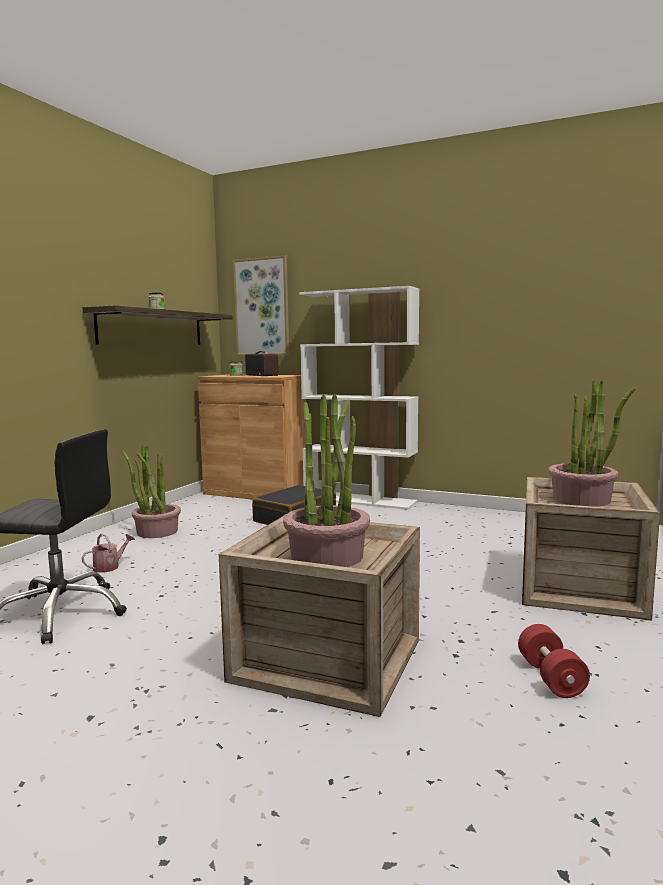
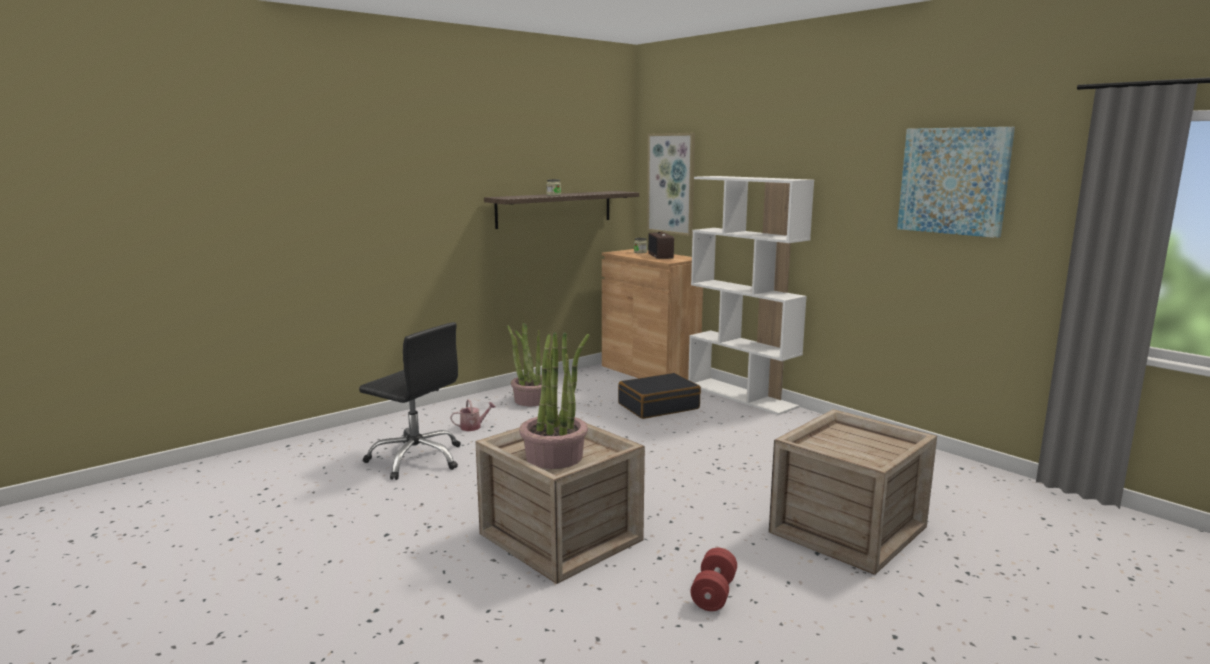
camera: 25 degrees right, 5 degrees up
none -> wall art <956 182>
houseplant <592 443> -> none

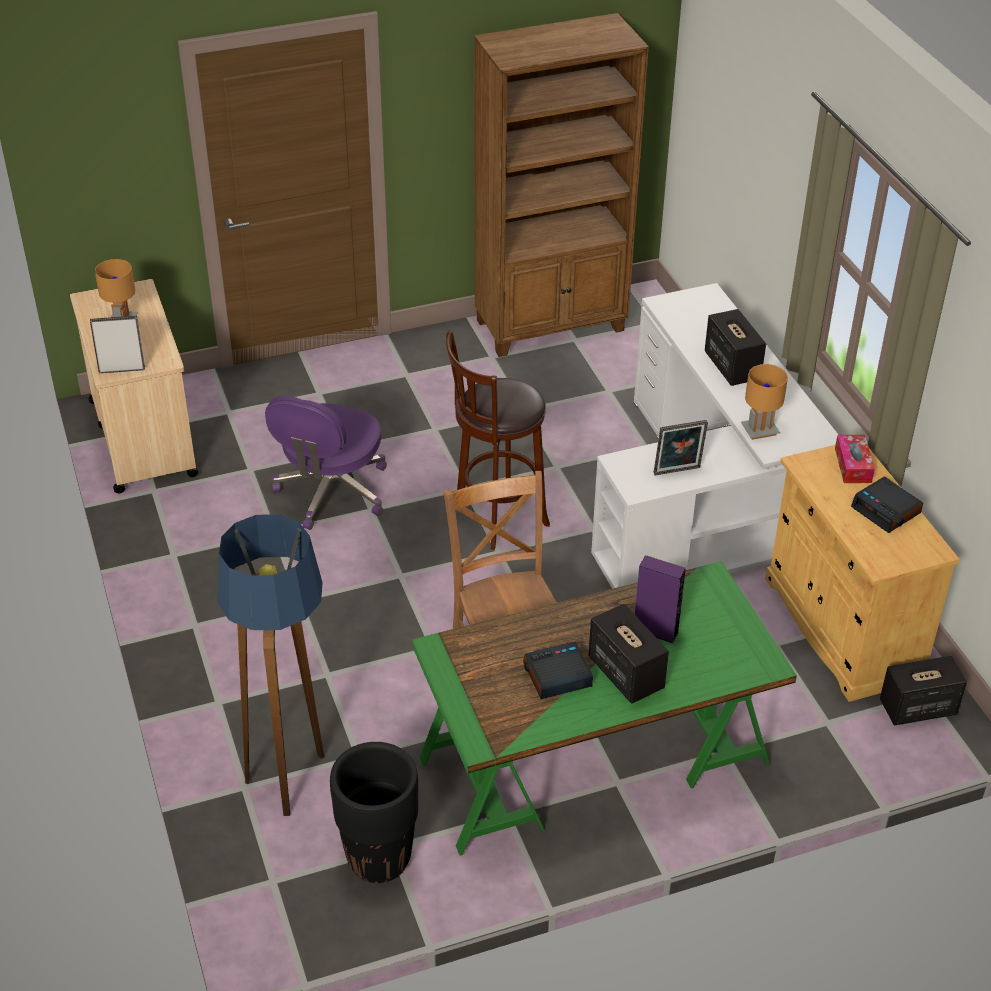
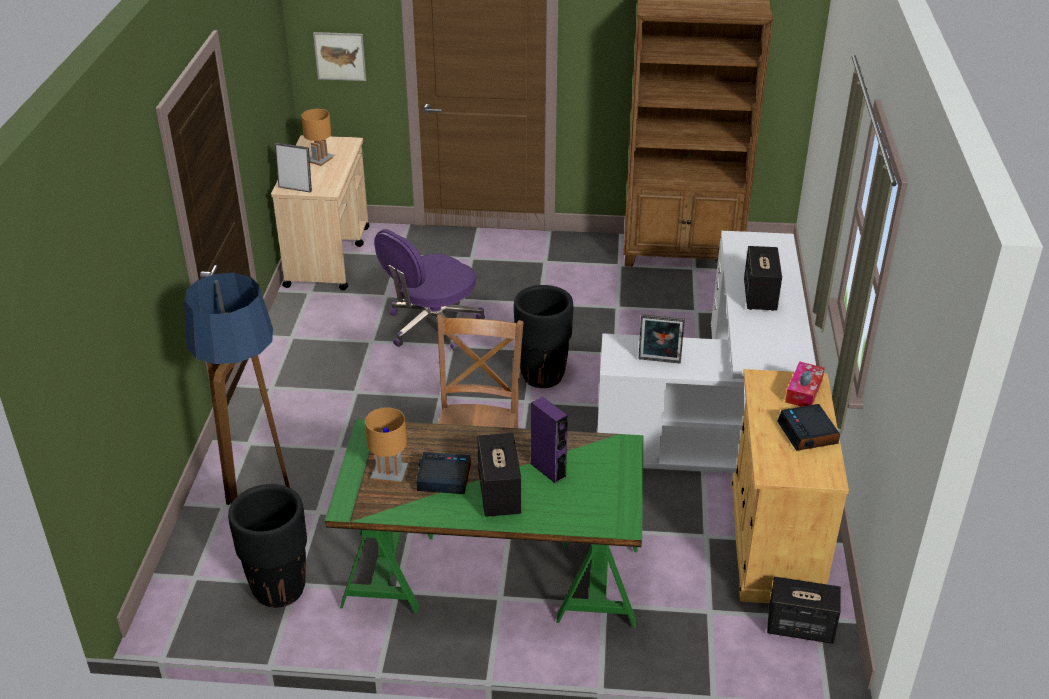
camera: 25 degrees right, 5 degrees down
none -> wall art <339 56>
table lamp in brown <764 402> -> table lamp in brown <386 445>, moved
stool in brown <498 440> -> plant pot in blackish <543 336>

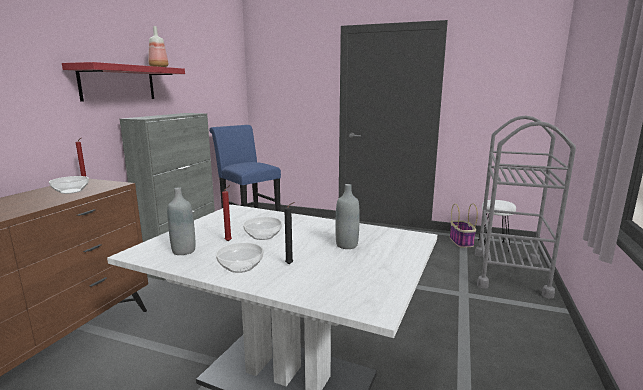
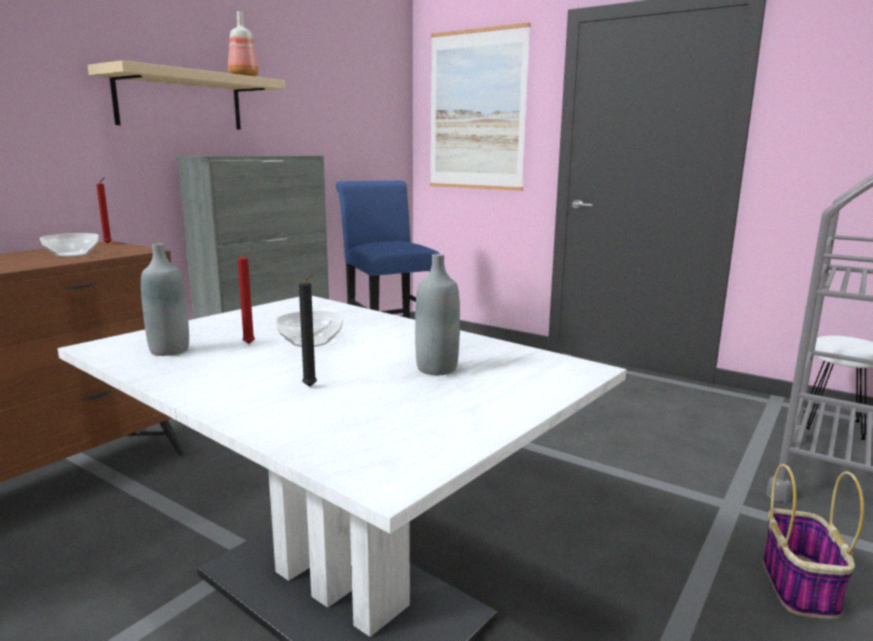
camera: 15 degrees right, 0 degrees up
shelf in red <123 82> -> shelf in beige-coloured <186 95>
none -> wall art <480 107>
basket <464 226> -> basket <813 541>, moved
serving bowl <240 258> -> none

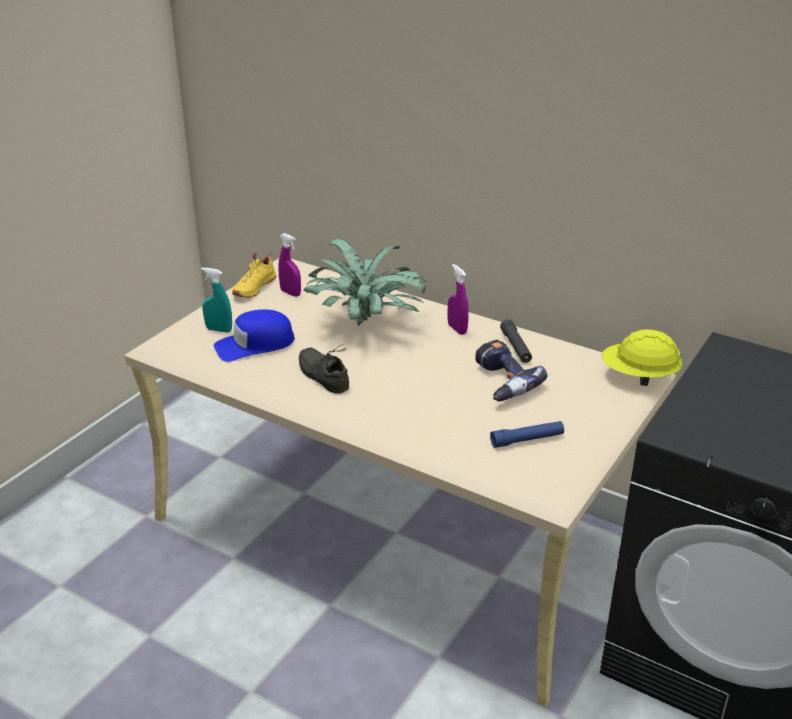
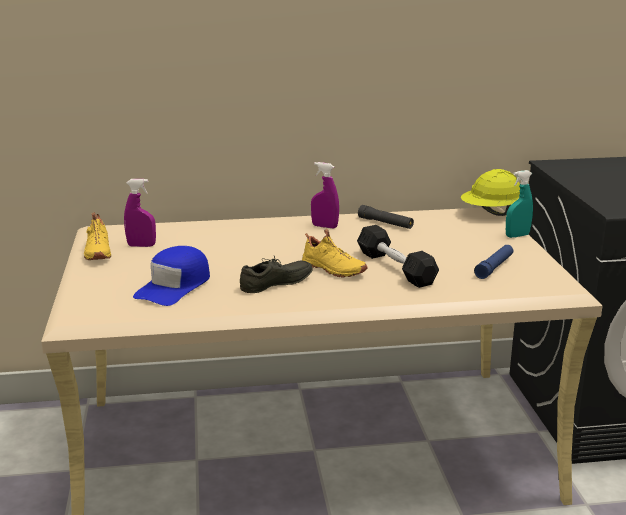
camera: 40 degrees left, 10 degrees down
item of footwear in grey <324 369> -> item of footwear in grey <276 274>, 135 degrees clockwise
none -> item of footwear in yellow-coloured <335 253>
none -> dumbbell in blackish <398 256>
hand sprayer in turquoise-coloured <216 300> -> hand sprayer in turquoise-coloured <519 204>, moved
houseplant <365 282> -> none
drill <511 370> -> none

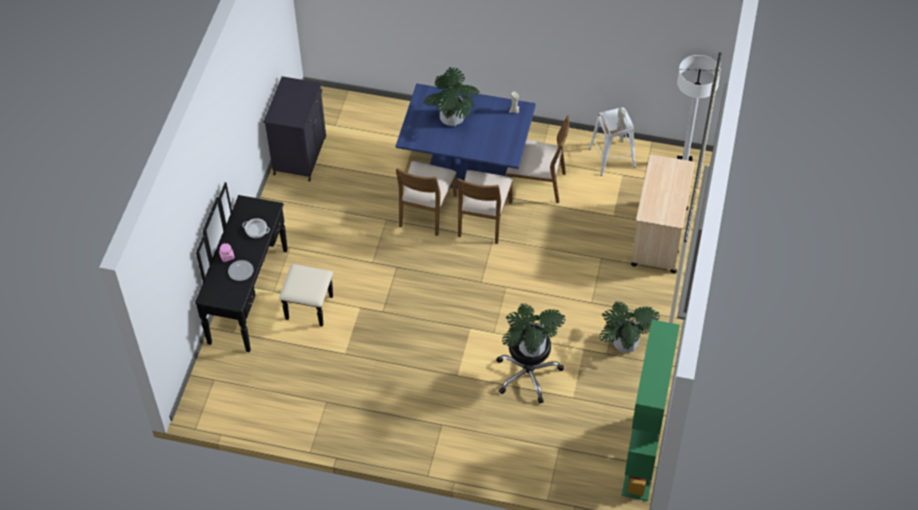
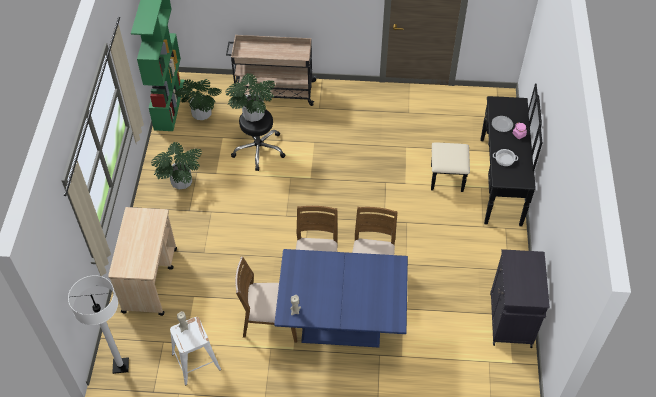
camera: 170 degrees right, 0 degrees up
houseplant <451 96> -> houseplant <198 99>, moved
none -> cart in beige-coloured <271 70>

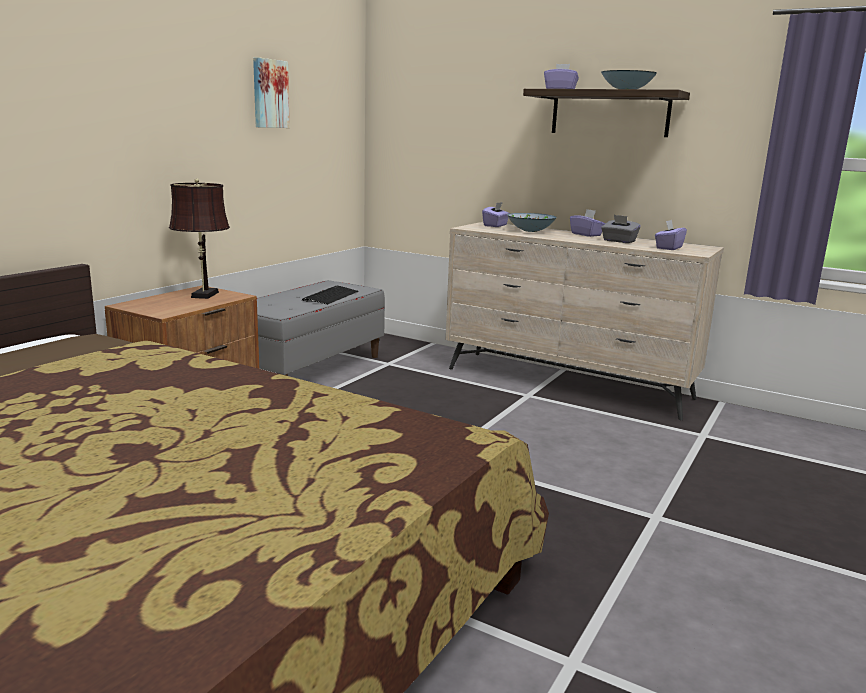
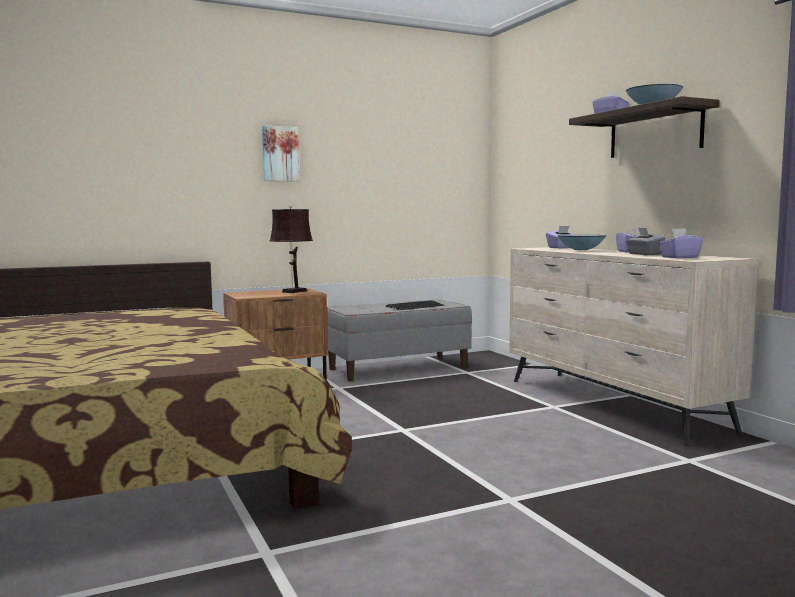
camera: 35 degrees right, 10 degrees down
wall art <271 92> -> wall art <280 153>, moved

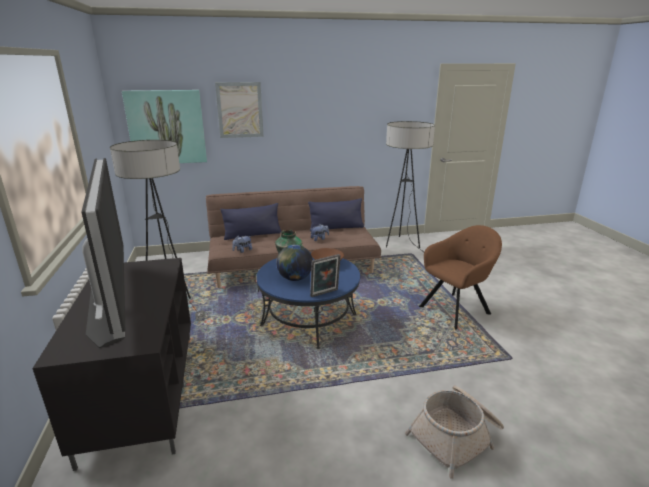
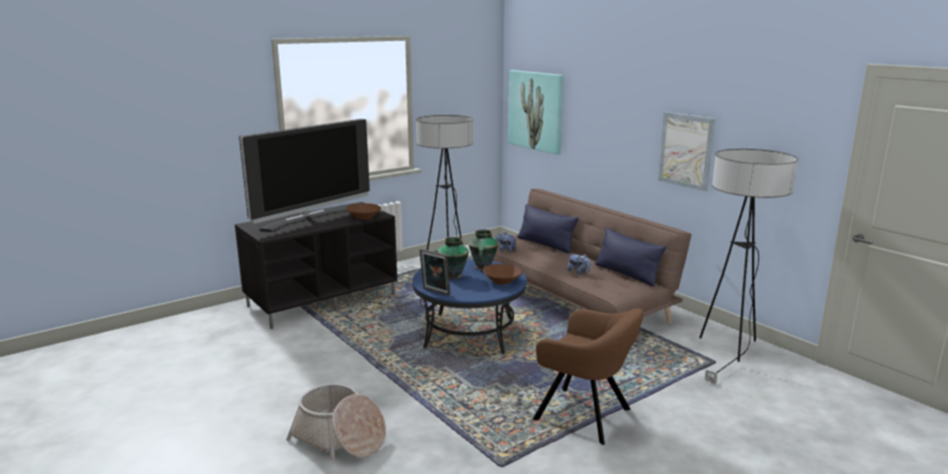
camera: 65 degrees right, 5 degrees down
none -> serving bowl in brown <363 211>
desk globe <294 263> -> vase <451 258>
wall art <239 110> -> wall art <686 152>, moved

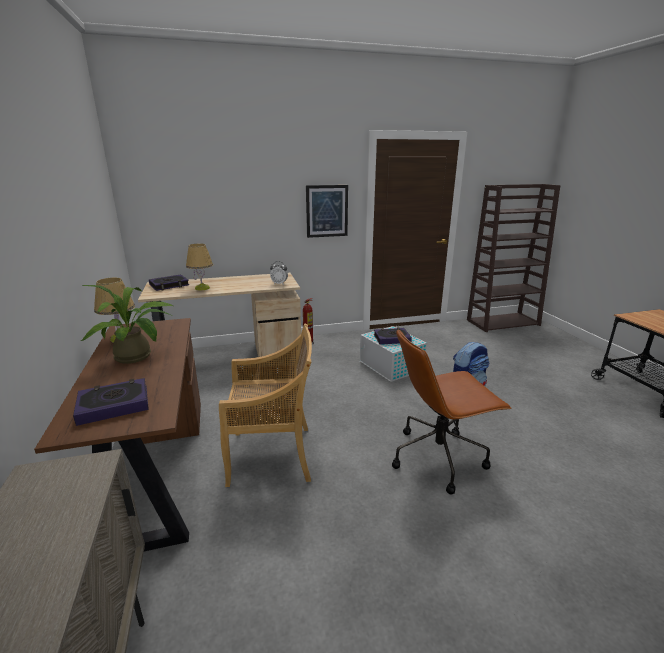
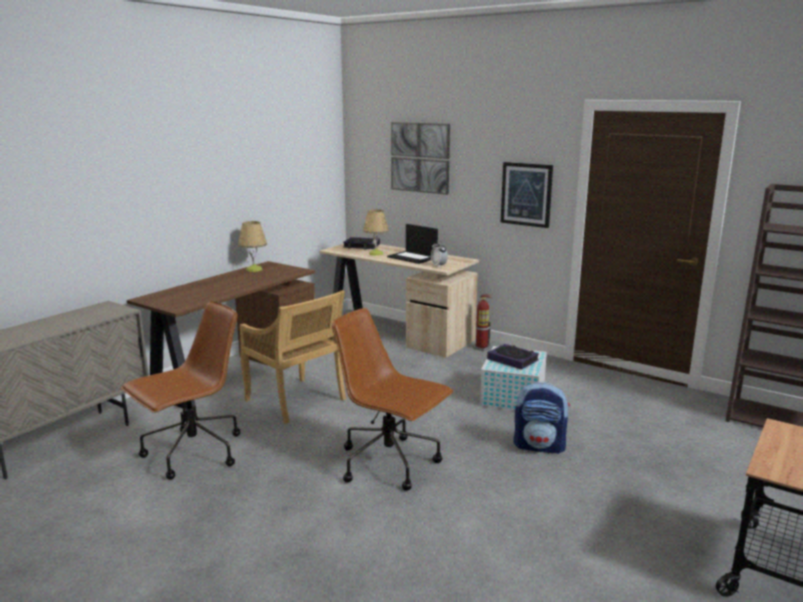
camera: 50 degrees right, 5 degrees down
none -> computer chair in brown <180 390>
none -> portable computer <412 244>
none -> wall art <420 158>
bound book <111 402> -> none
houseplant <127 324> -> none

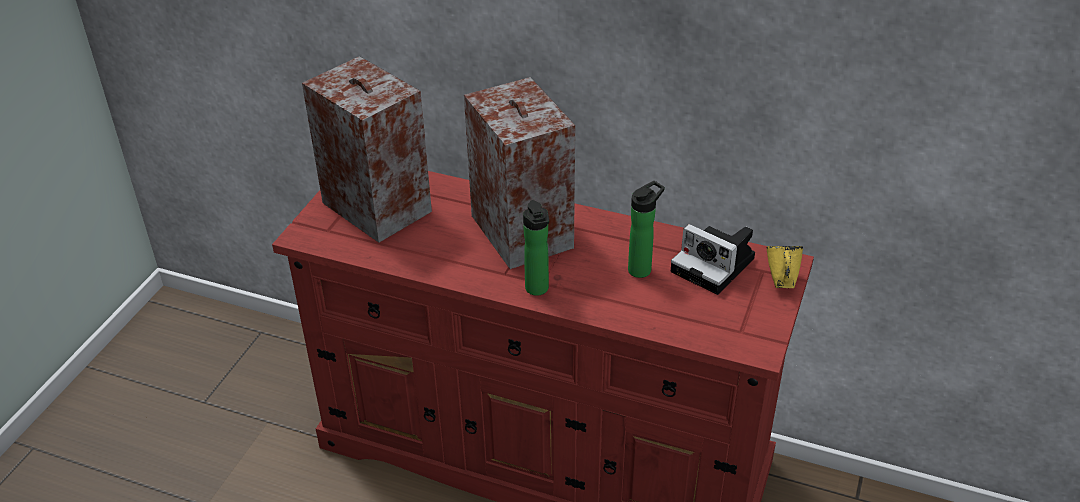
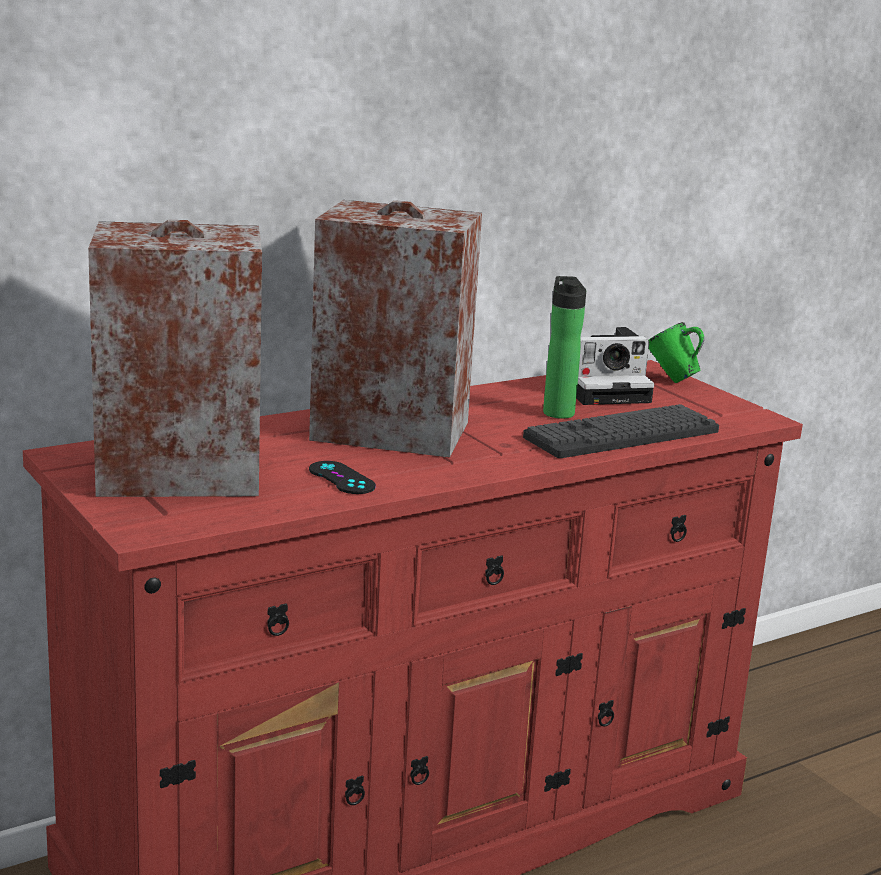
camera: 55 degrees left, 20 degrees down
none -> gamepad in blackish <342 477>
none -> computer keyboard <621 431>
mug in yellow-coloured <785 267> -> mug in green-coloured <676 352>
beverage bottle <536 248> -> none

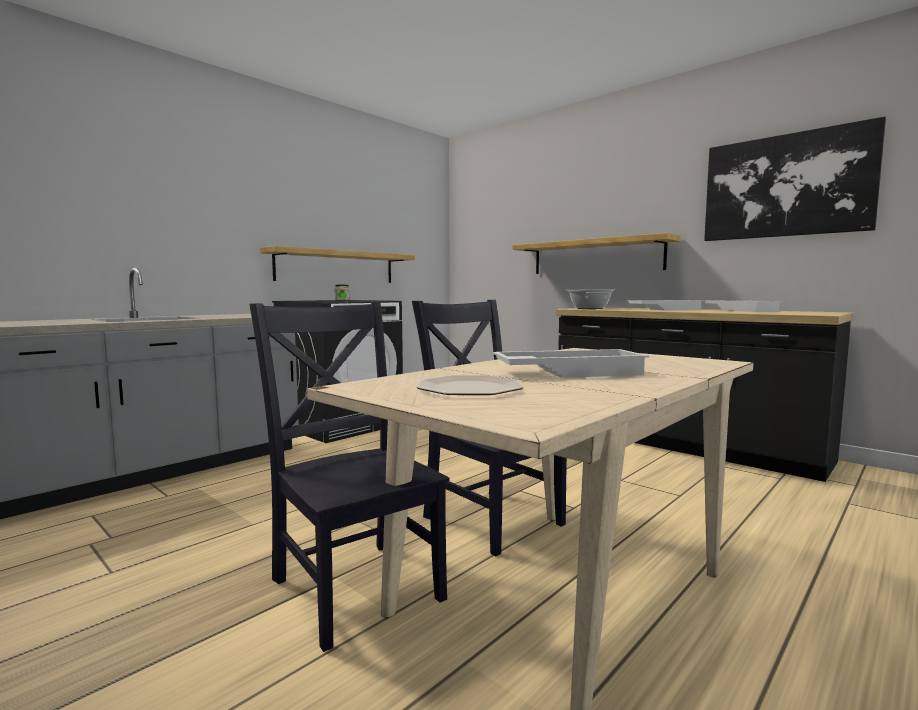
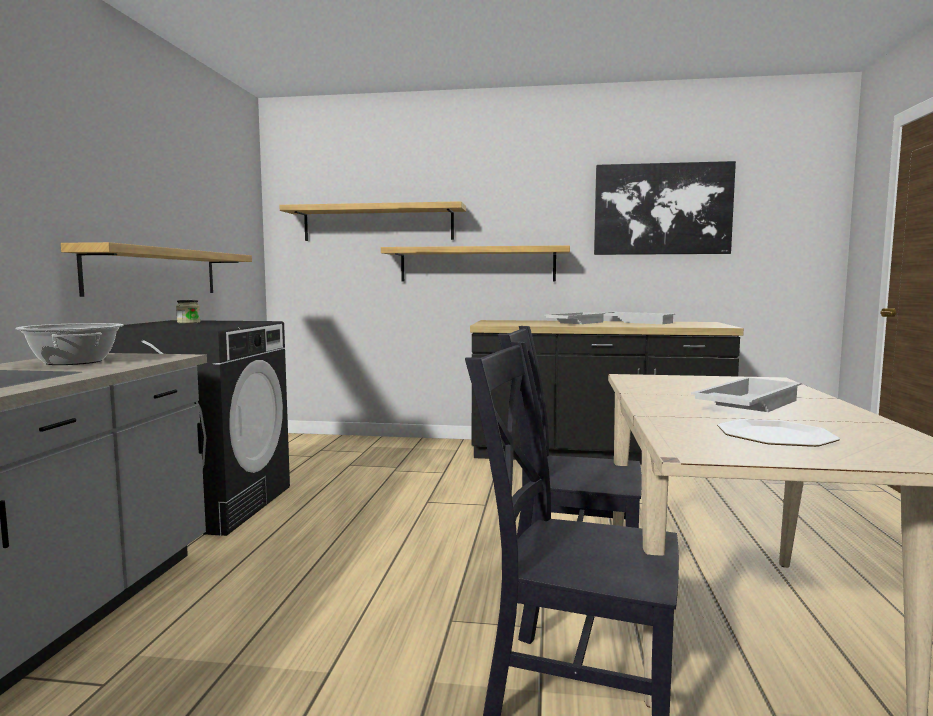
camera: 35 degrees left, 0 degrees up
cooking pot <590 299> -> cooking pot <69 344>, moved
none -> shelf <372 221>

